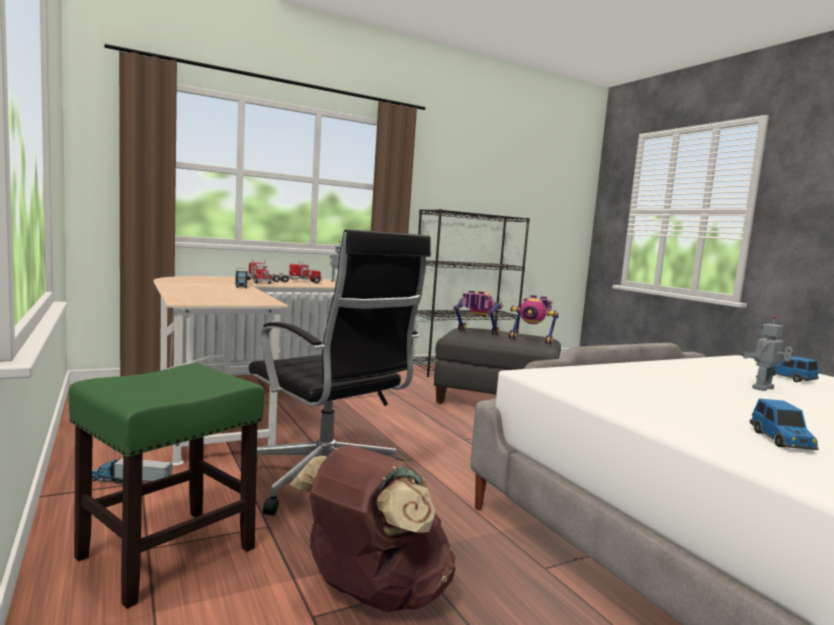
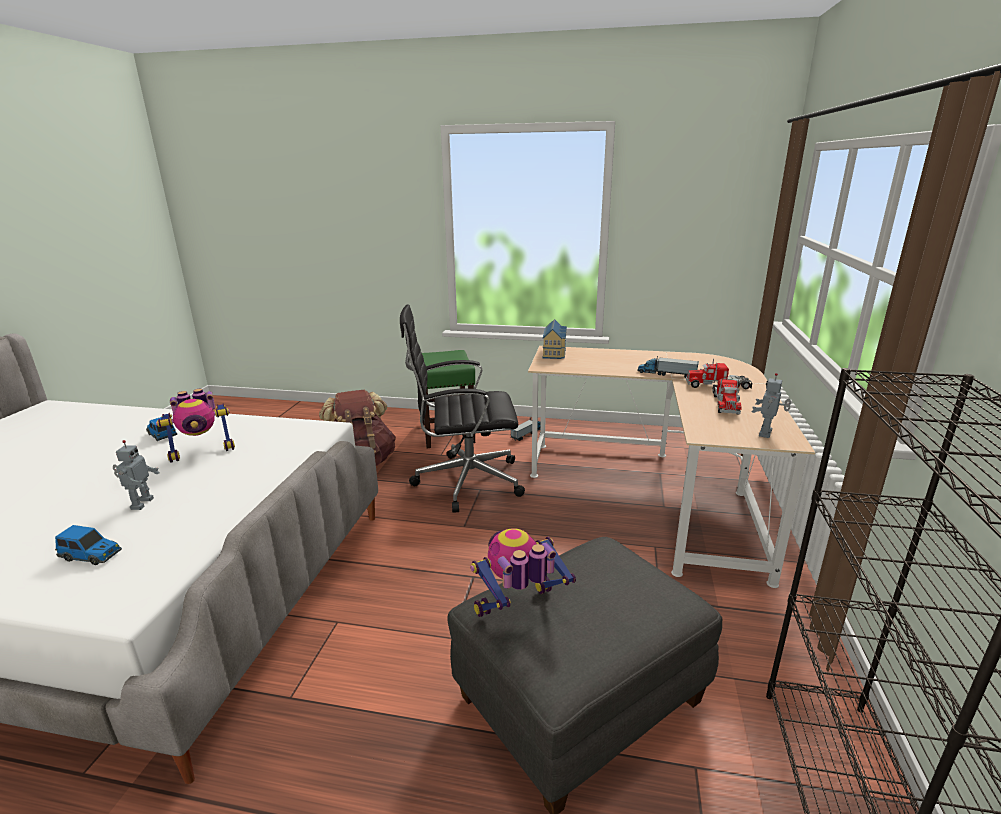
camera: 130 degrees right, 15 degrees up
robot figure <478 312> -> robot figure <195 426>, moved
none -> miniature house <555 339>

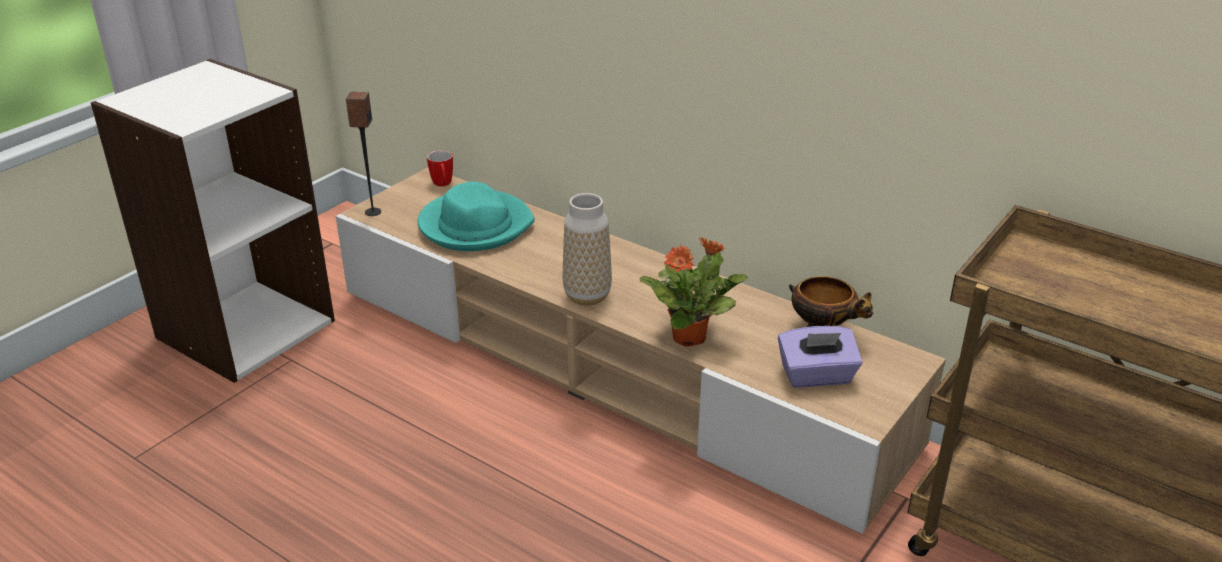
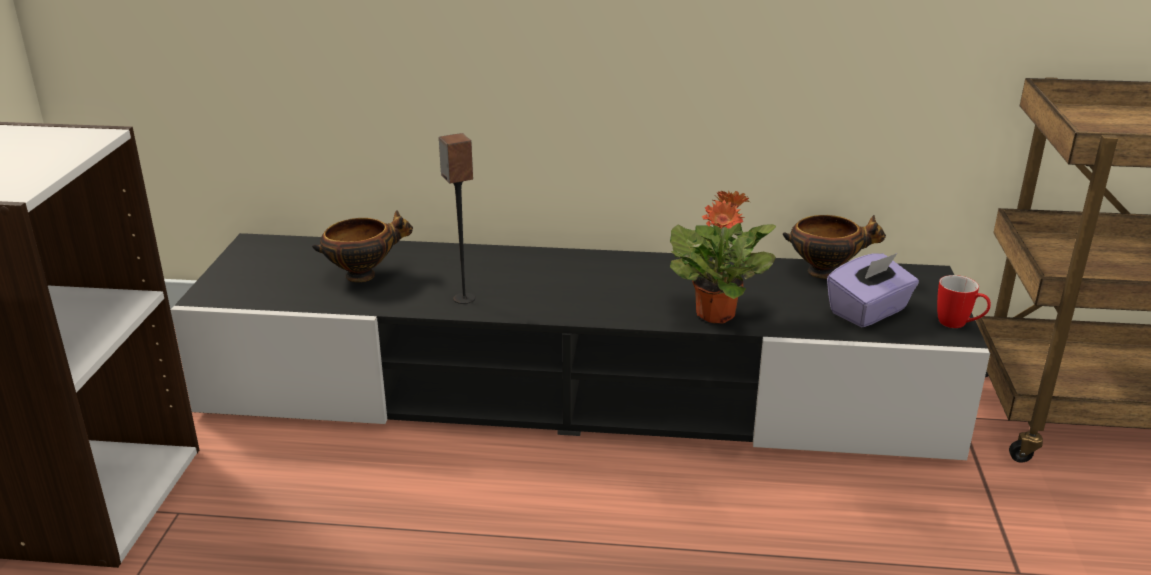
camera: 30 degrees left, 5 degrees down
media console in beige-coloured <641 350> -> media console in blackish <580 346>
hat in turquoise-coloured <476 216> -> serving bowl <362 246>
audio speaker <363 154> -> audio speaker <457 218>, moved
mug <440 168> -> mug <964 301>, moved
vase <587 249> -> none

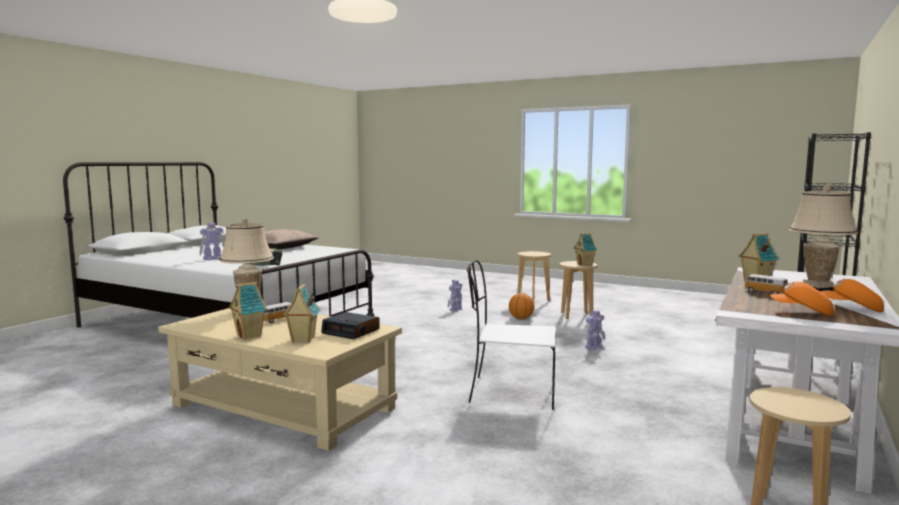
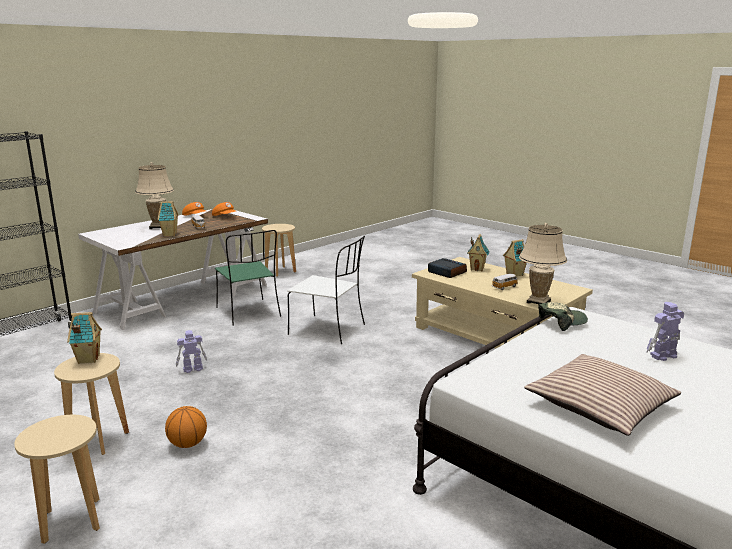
camera: 165 degrees left, 10 degrees up
none -> chair in green-coloured <248 278>
robot figure <455 295> -> none

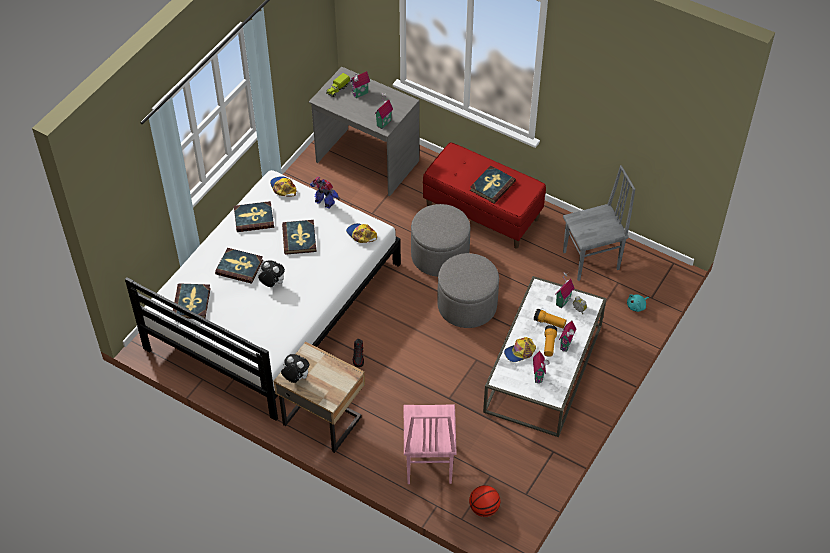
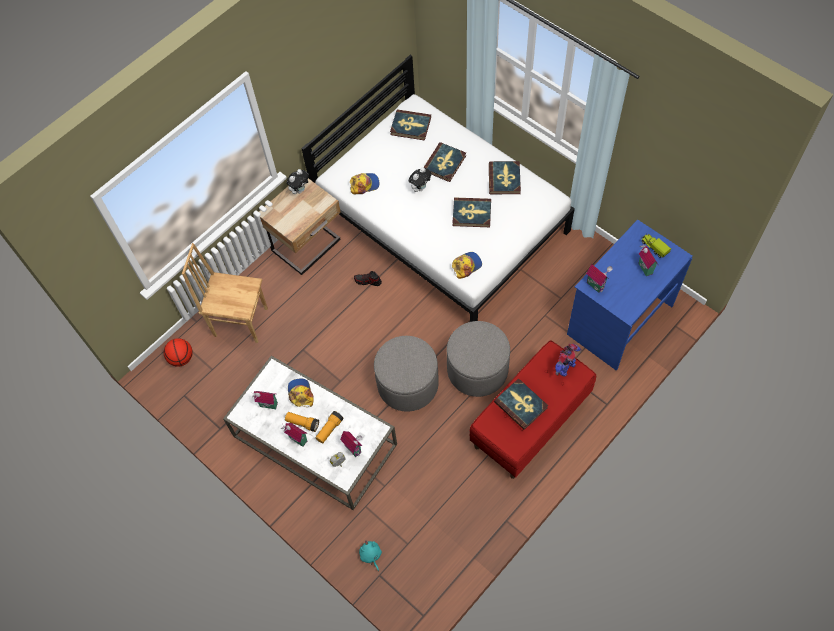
camera: 105 degrees right, 10 degrees up
chair in pink-coloured <430 444> -> chair in brown <225 293>
cap <283 186> -> cap <364 183>, moved
robot figure <325 193> -> robot figure <568 360>, moved
desk unit in grey <364 131> -> desk unit in blue-coloured <630 295>
chair in grey <599 223> -> none

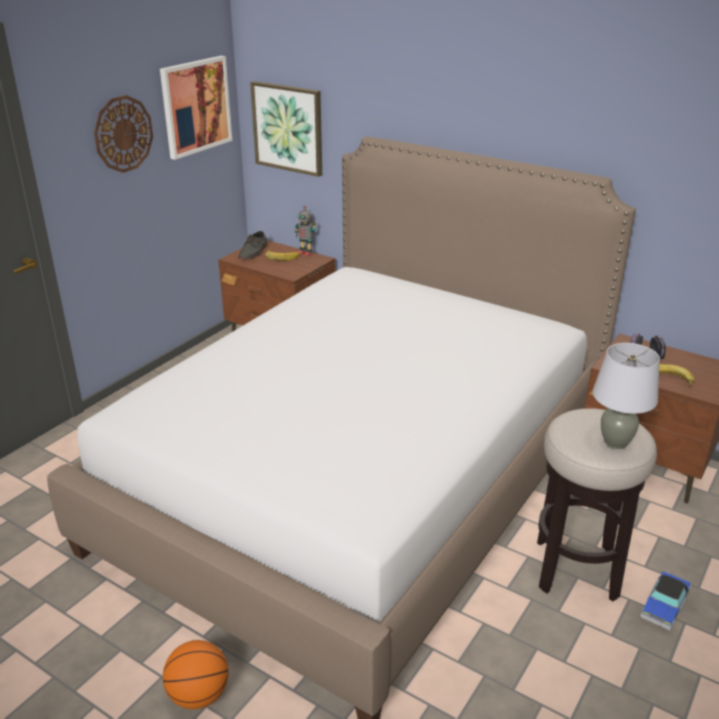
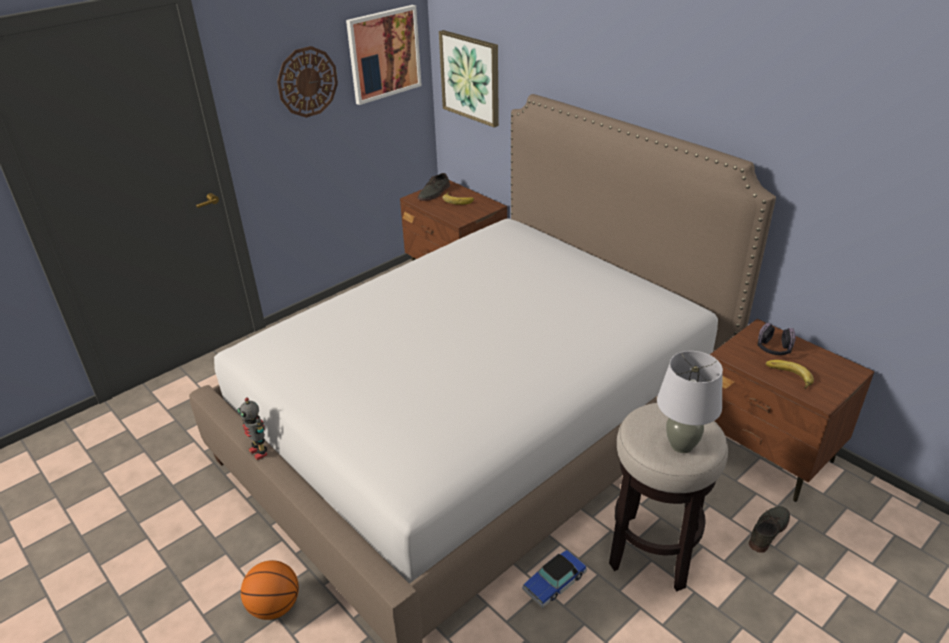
camera: 15 degrees right, 5 degrees up
robot figure <305 231> -> robot figure <252 429>, moved
toy car <665 600> -> toy car <554 579>, moved
none -> item of footwear in grey <769 529>

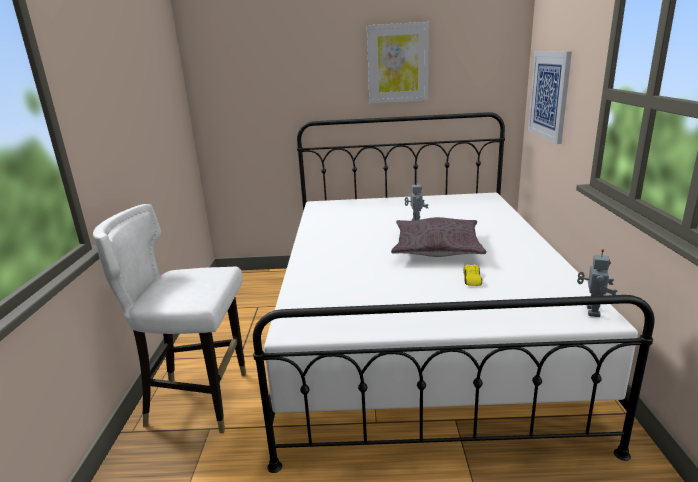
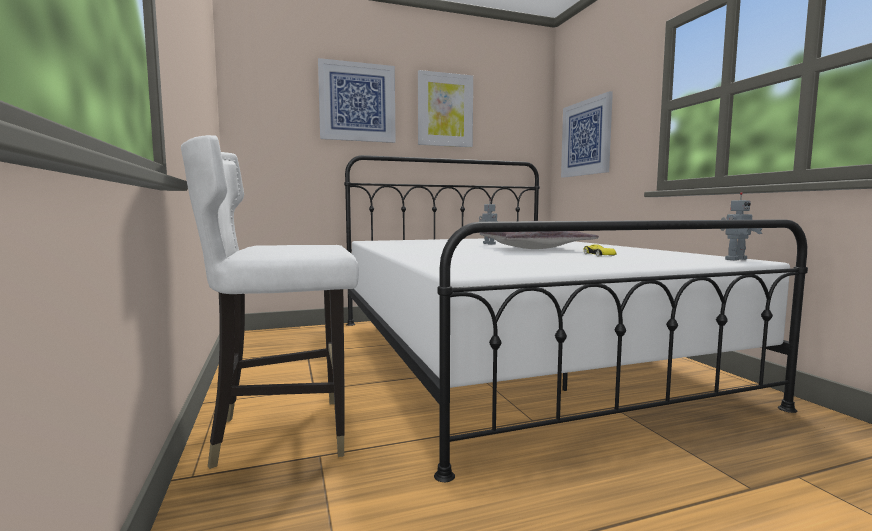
camera: 20 degrees left, 15 degrees down
none -> wall art <357 100>
robot figure <597 283> -> robot figure <742 226>, 60 degrees clockwise

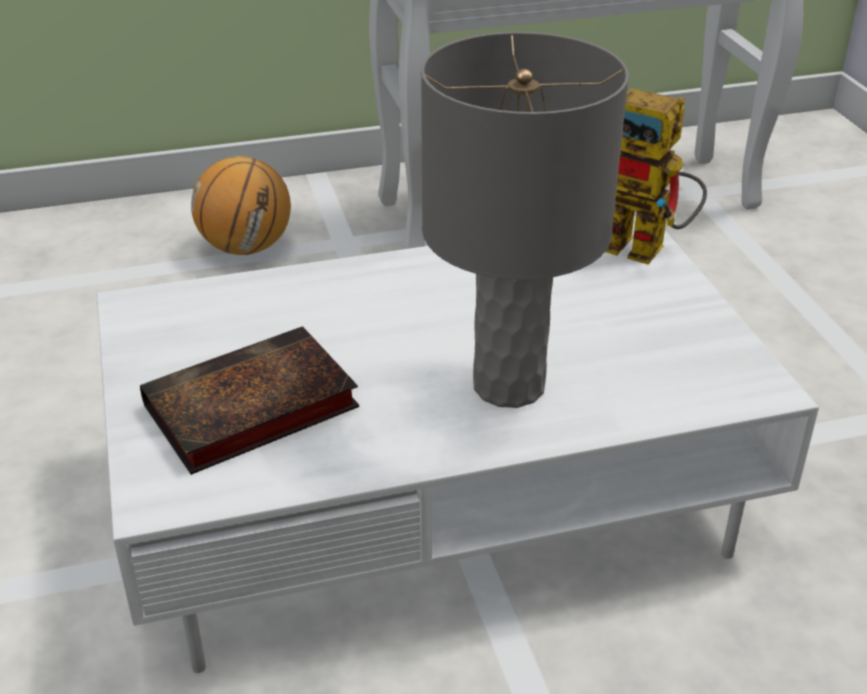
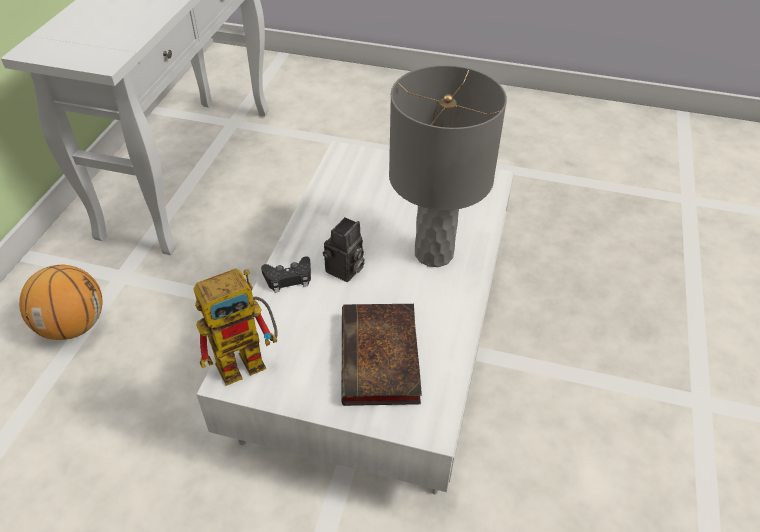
camera: 60 degrees left, 10 degrees up
robot figure <656 176> -> robot figure <235 327>, moved
none -> gamepad in blackish <286 274>
none -> photo camera <344 249>

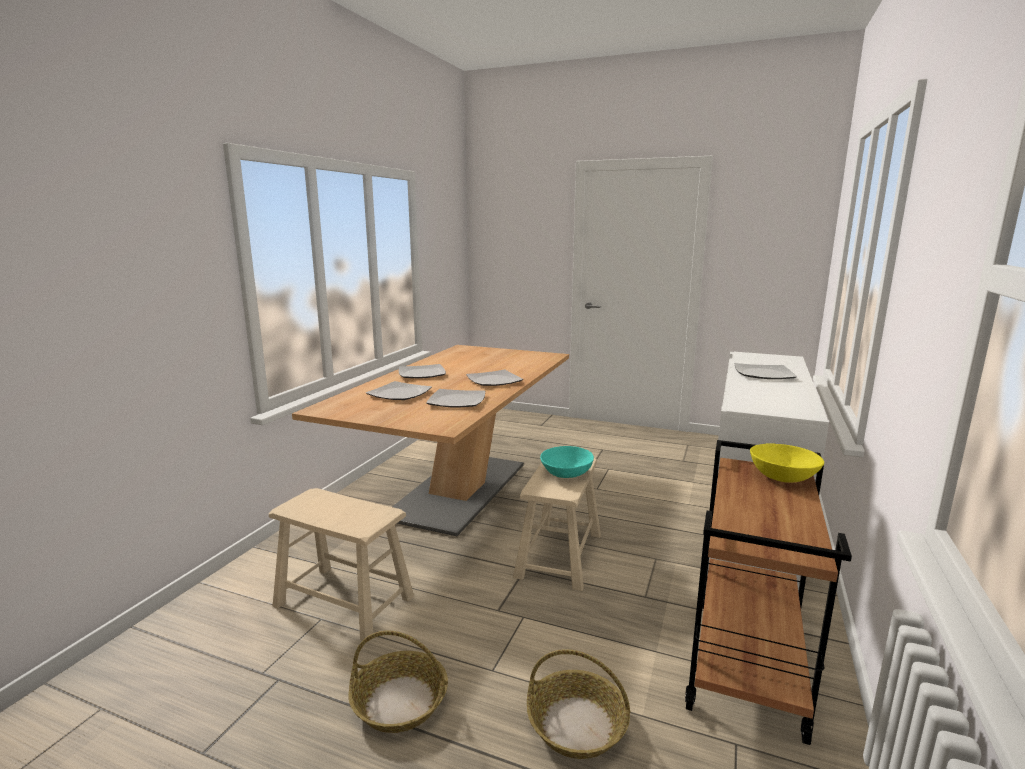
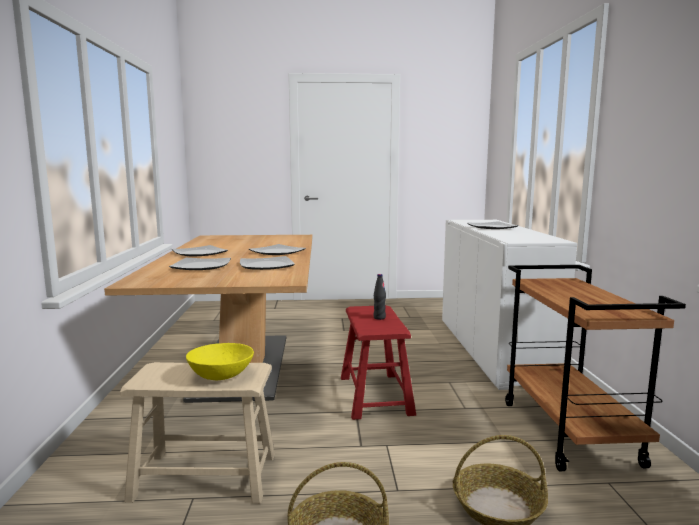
camera: 25 degrees left, 5 degrees down
serving bowl in yellow-coloured <787 463> -> serving bowl in yellow-coloured <220 361>, moved
stool in beige-coloured <557 524> -> stool in red <378 362>
serving bowl in turquoise-coloured <567 462> -> beverage bottle in blackish <380 297>

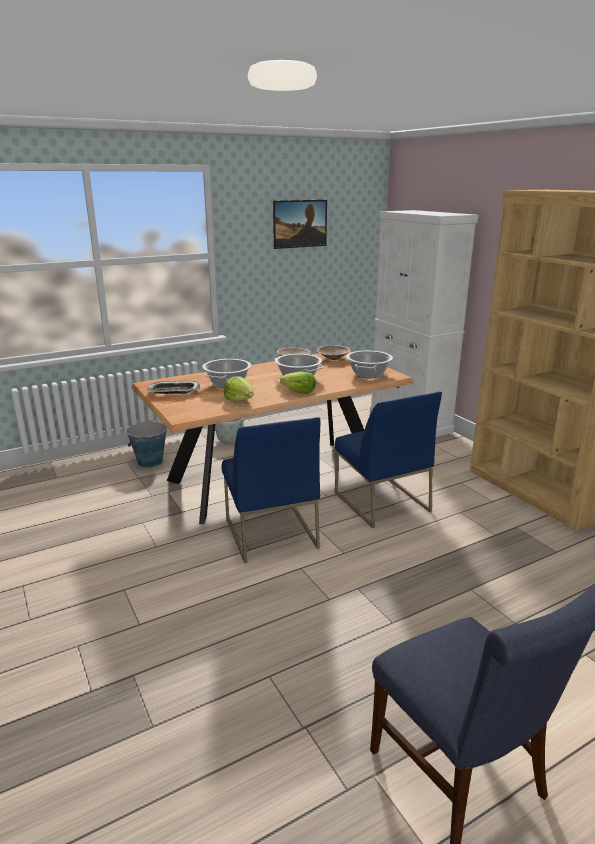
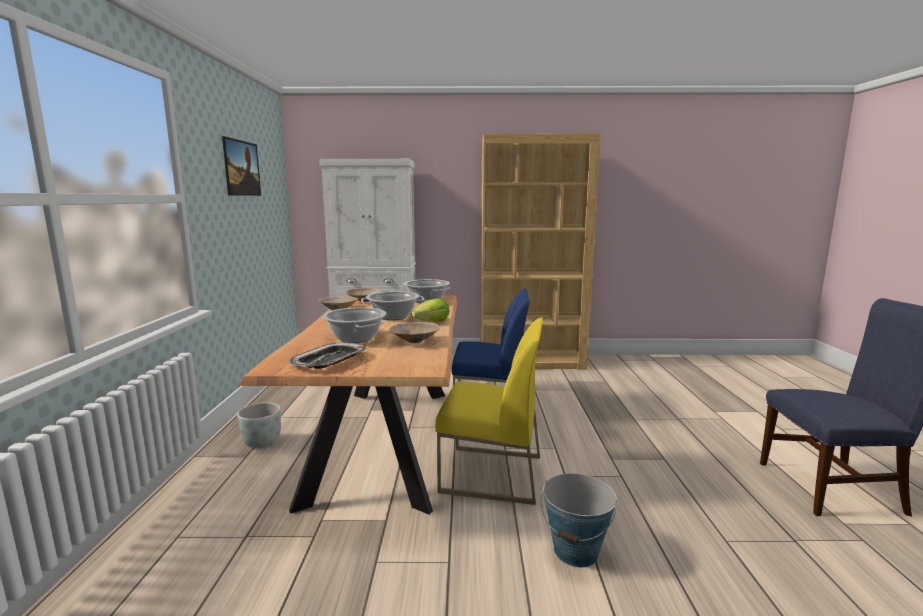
camera: 60 degrees left, 10 degrees down
lettuce head <239 388> -> serving bowl in beige-coloured <414 332>
chair in blue-coloured <271 490> -> chair in yellow-coloured <489 411>
water bucket <147 444> -> water bucket <579 520>, moved

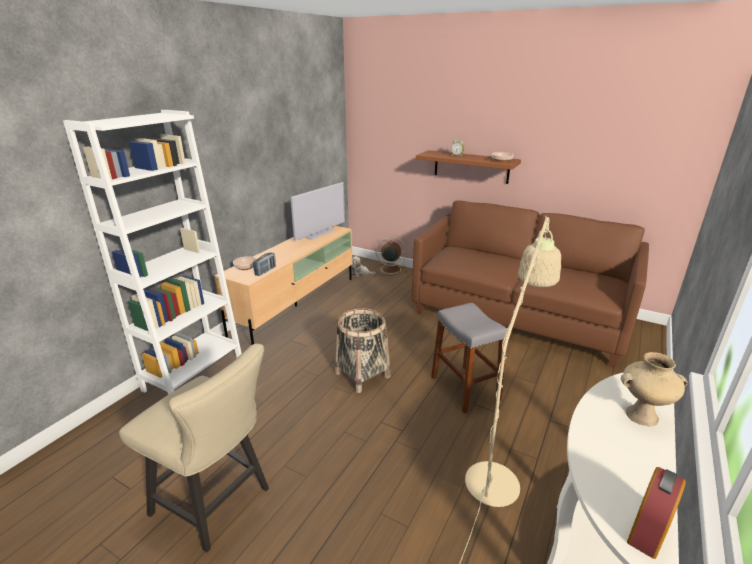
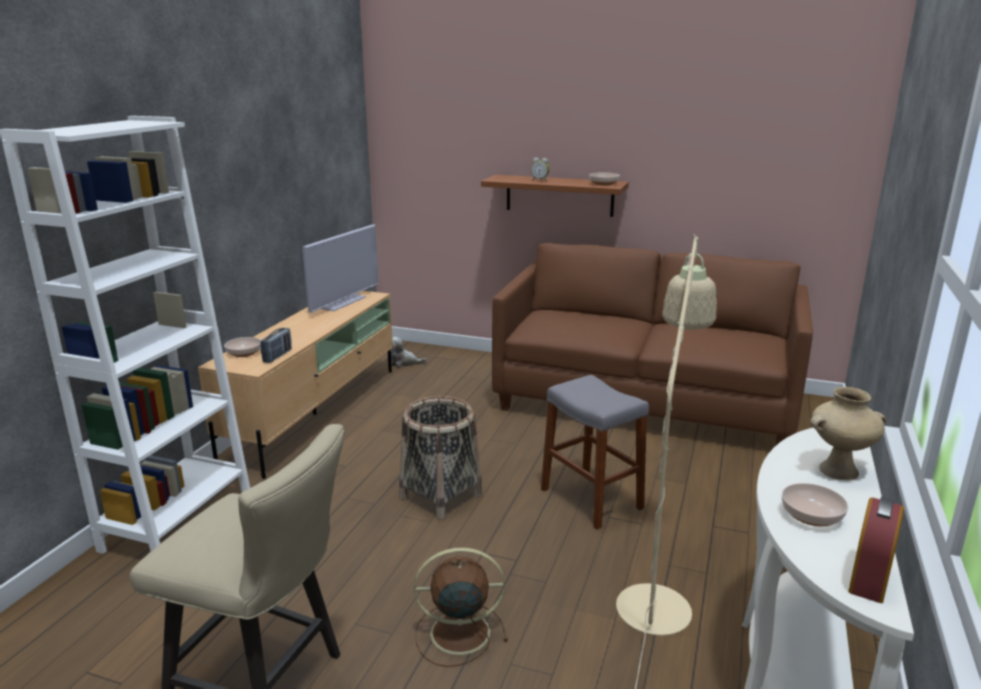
camera: 10 degrees left, 5 degrees down
fan in brown <391 256> -> fan in brown <461 607>, moved
none -> serving bowl <815 504>

